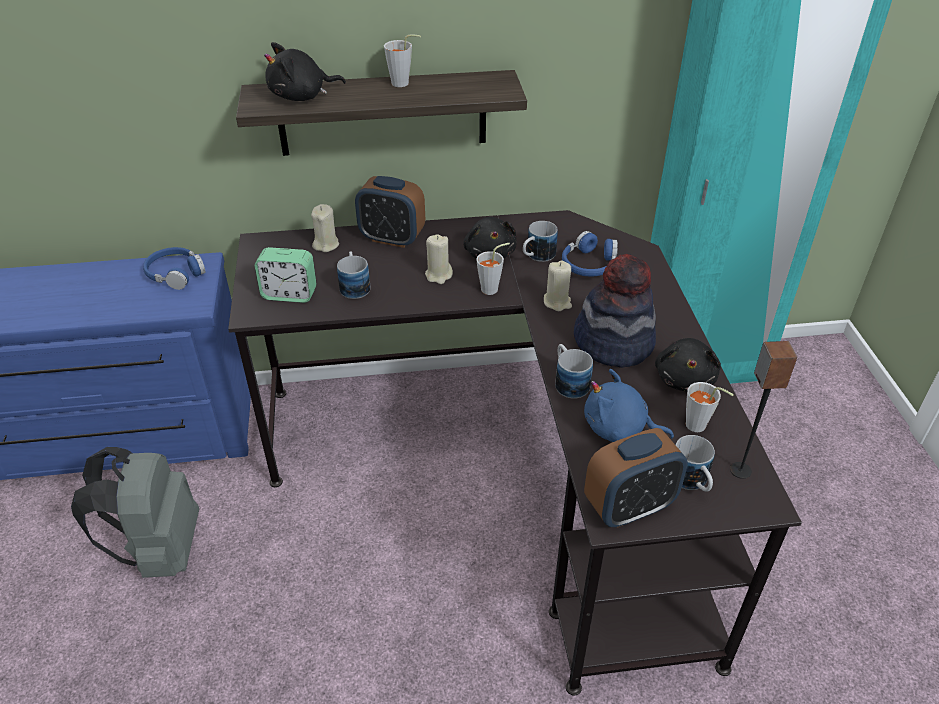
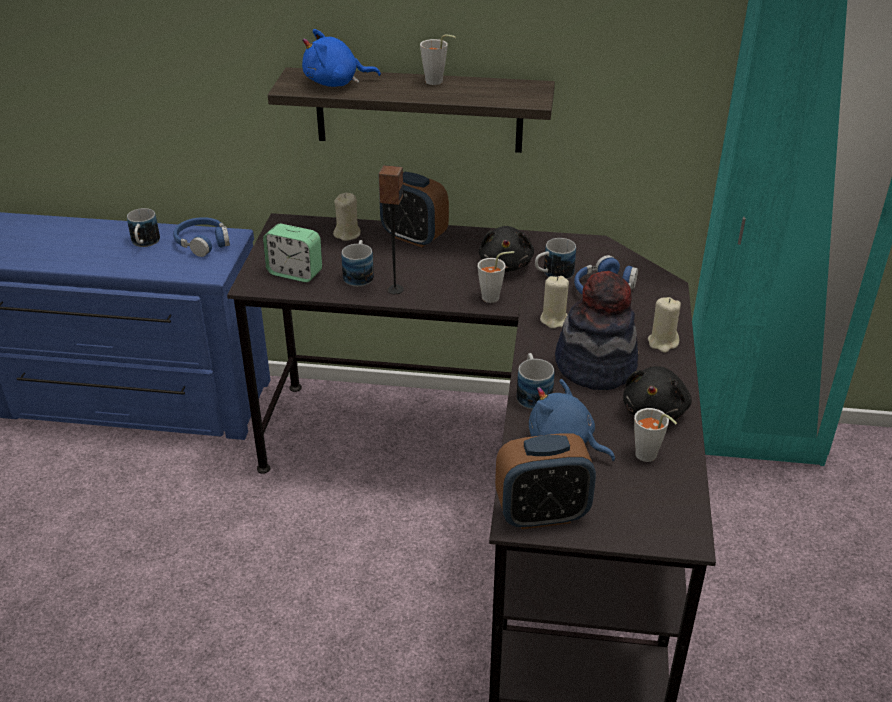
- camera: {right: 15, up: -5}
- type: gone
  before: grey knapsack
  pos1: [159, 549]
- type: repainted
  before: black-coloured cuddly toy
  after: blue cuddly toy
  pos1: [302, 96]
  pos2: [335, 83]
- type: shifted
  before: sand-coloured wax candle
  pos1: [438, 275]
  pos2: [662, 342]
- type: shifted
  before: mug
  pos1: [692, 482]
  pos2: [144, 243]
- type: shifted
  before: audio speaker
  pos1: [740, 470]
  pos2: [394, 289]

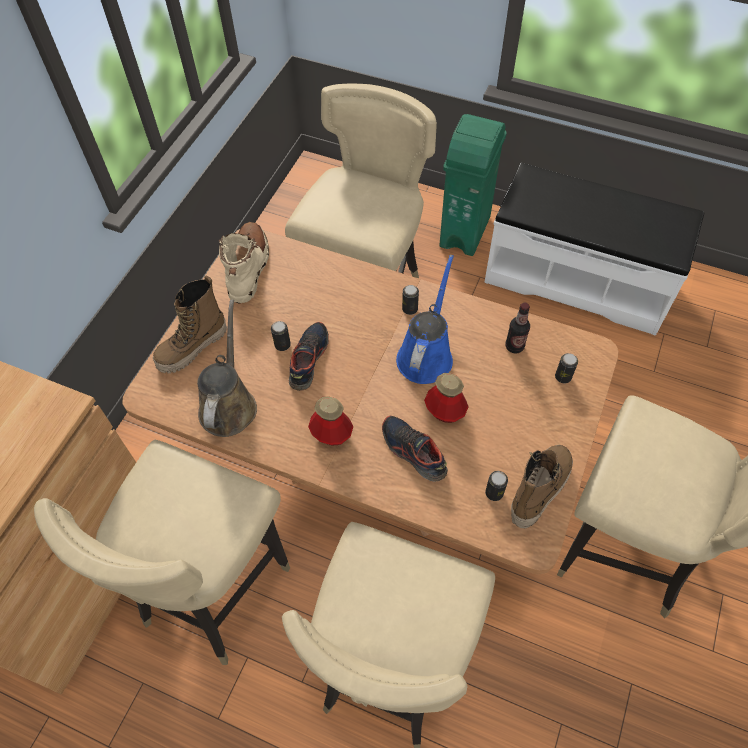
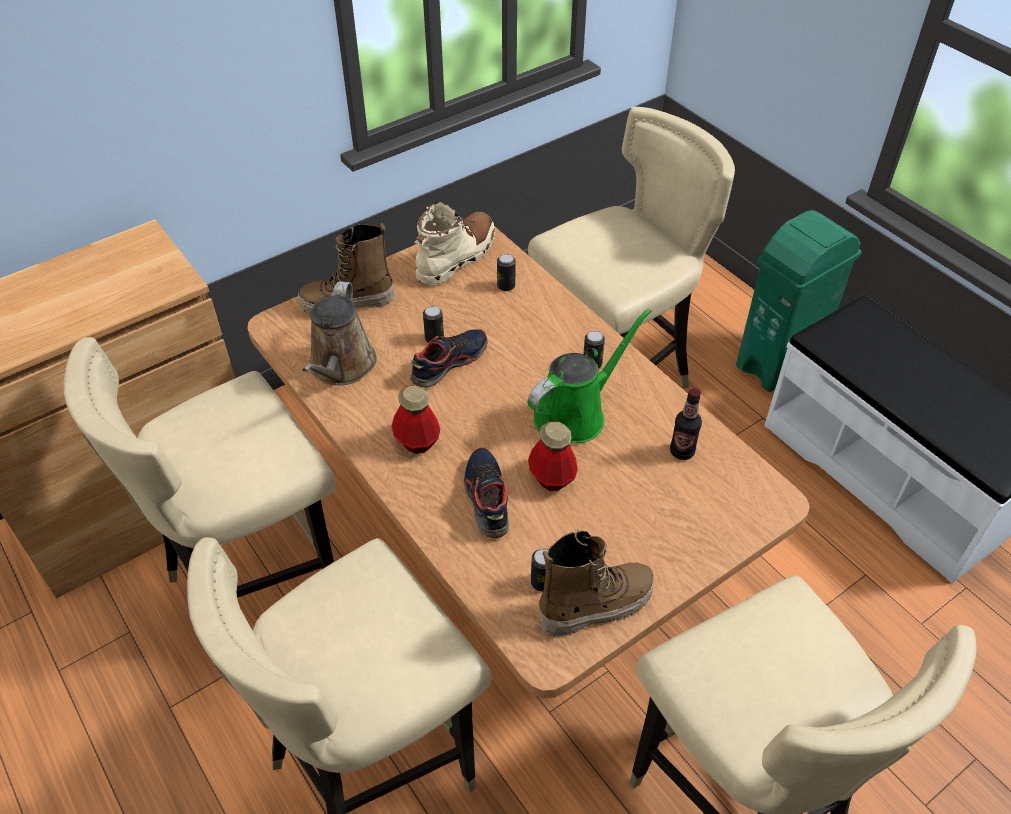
- camera: {right: 30, up: -10}
- type: rotated
  before: brownish sprinkling can
  pos1: [229, 404]
  pos2: [341, 367]
  turn: 150
- type: repainted
  before: blue sprinkling can
  after: greenish sprinkling can
  pos1: [426, 354]
  pos2: [575, 414]
- type: shifted
  before: metal can
  pos1: [563, 377]
  pos2: [506, 286]

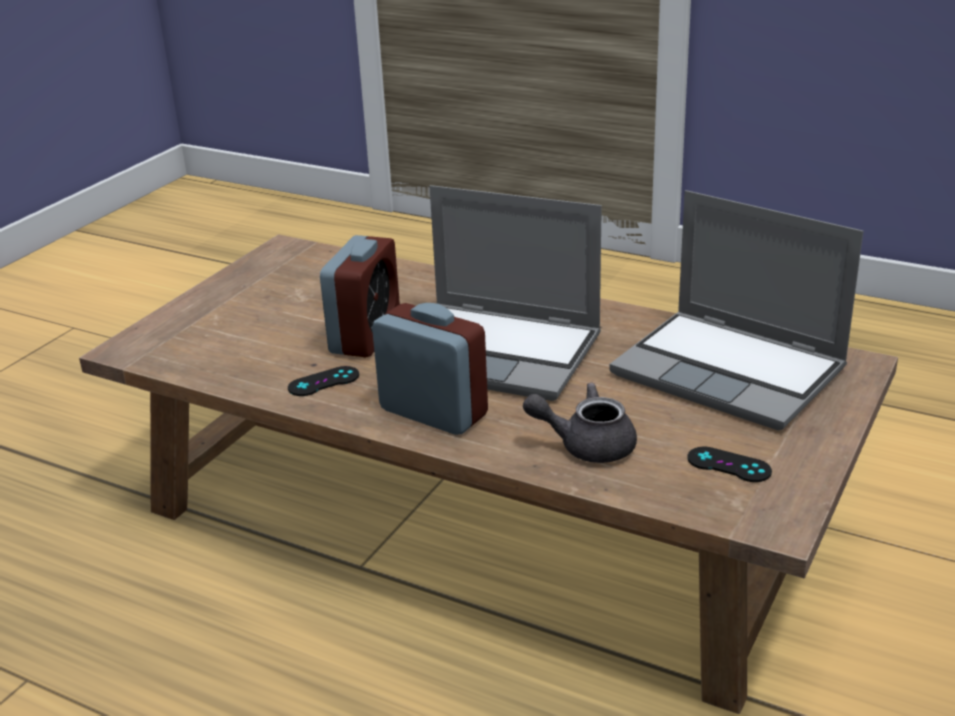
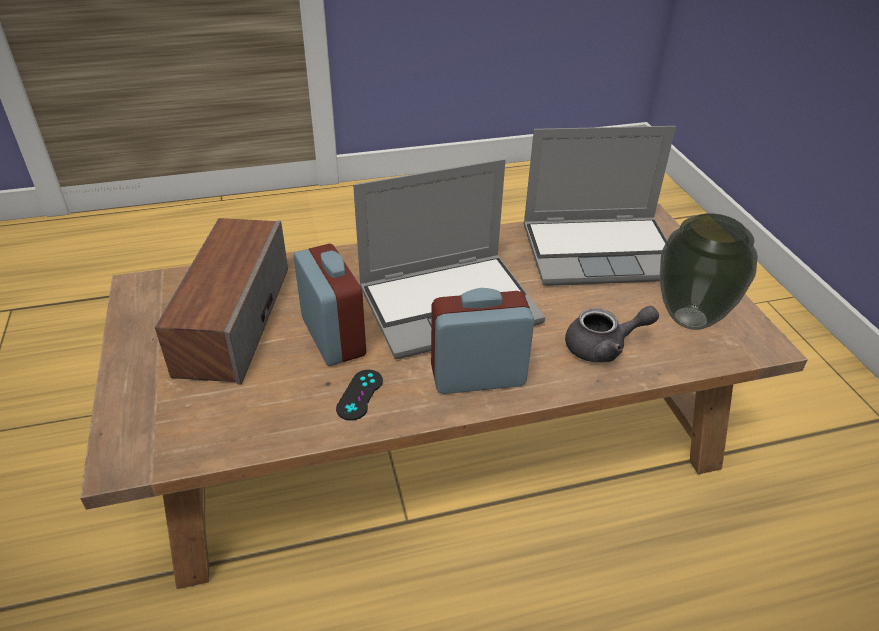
- camera: {right: -45, up: 10}
- type: rotated
  before: grey pot for tea
  pos1: [586, 445]
  pos2: [603, 347]
  turn: -150
- type: swapped
  before: black-coloured game controller
  after: flower vase
  pos1: [729, 465]
  pos2: [690, 318]
- type: new
  after: audio speaker
  pos2: [233, 319]

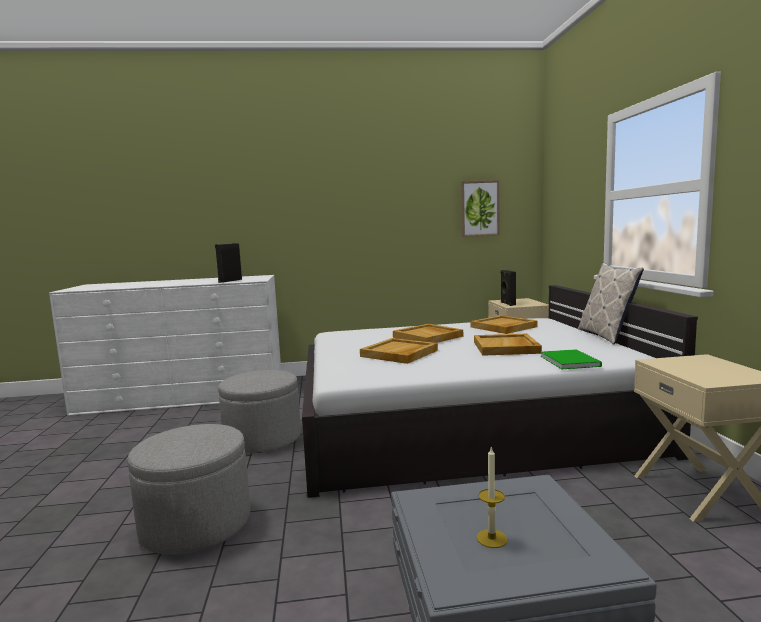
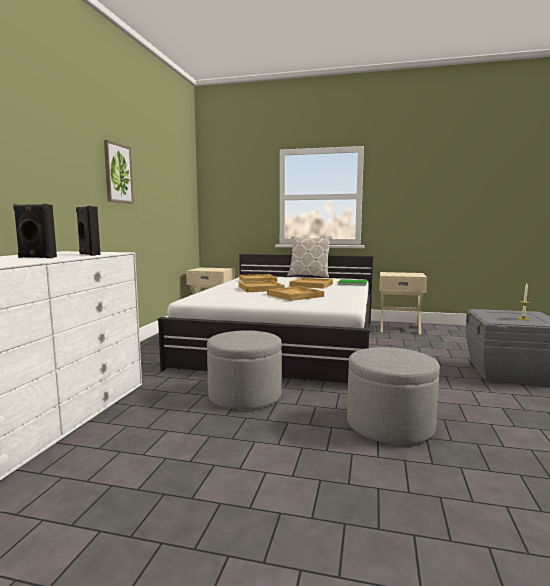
- camera: {right: -70, up: 0}
- type: shifted
  before: wall art
  pos1: [479, 208]
  pos2: [118, 173]
- type: shifted
  before: black-coloured audio speaker
  pos1: [507, 304]
  pos2: [36, 257]

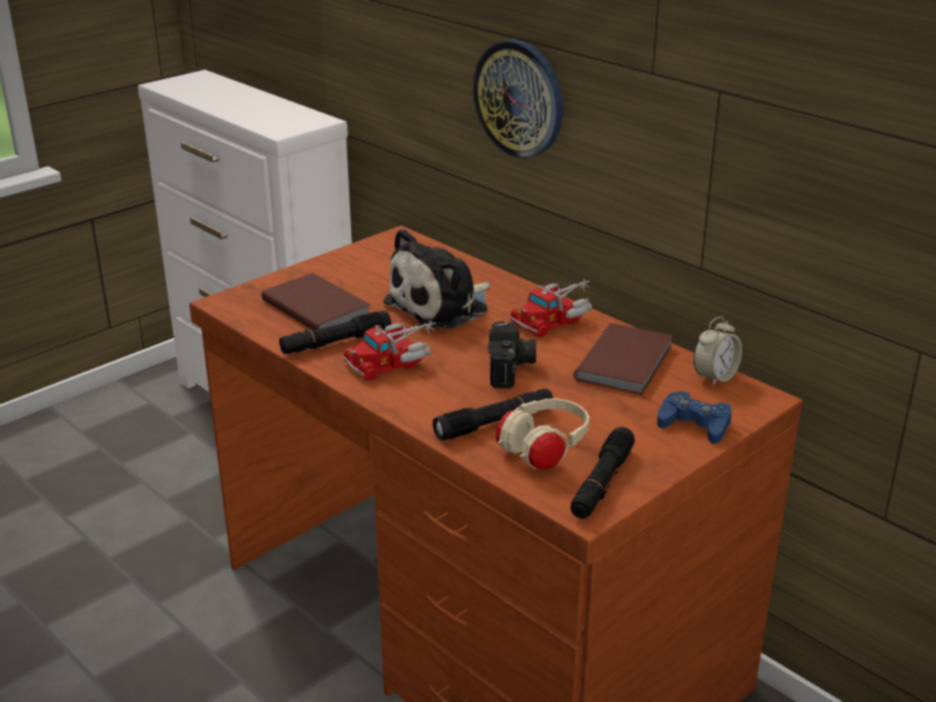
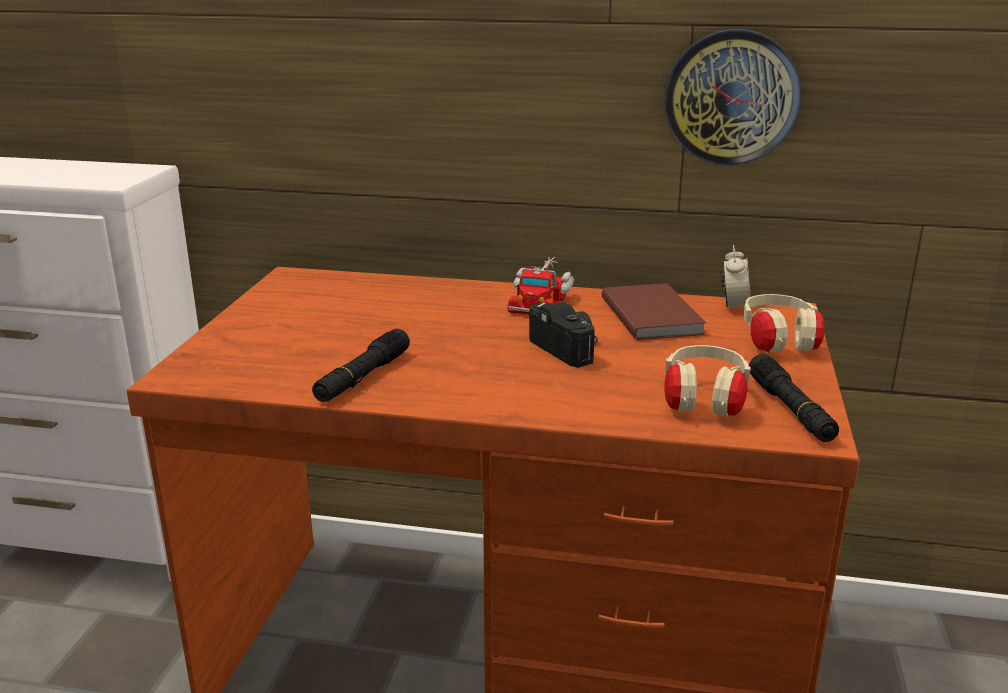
- camera: {right: -35, up: -5}
- type: gone
  before: brownish volume
  pos1: [317, 306]
- type: gone
  before: model truck
  pos1: [394, 360]
- type: gone
  before: cuddly toy
  pos1: [442, 306]
- type: gone
  before: black-coloured torch
  pos1: [494, 423]
- type: shifted
  before: clock on the wall
  pos1: [519, 98]
  pos2: [731, 97]
- type: swapped
  before: blue game controller
  after: sand-coloured headphones
  pos1: [694, 424]
  pos2: [778, 343]

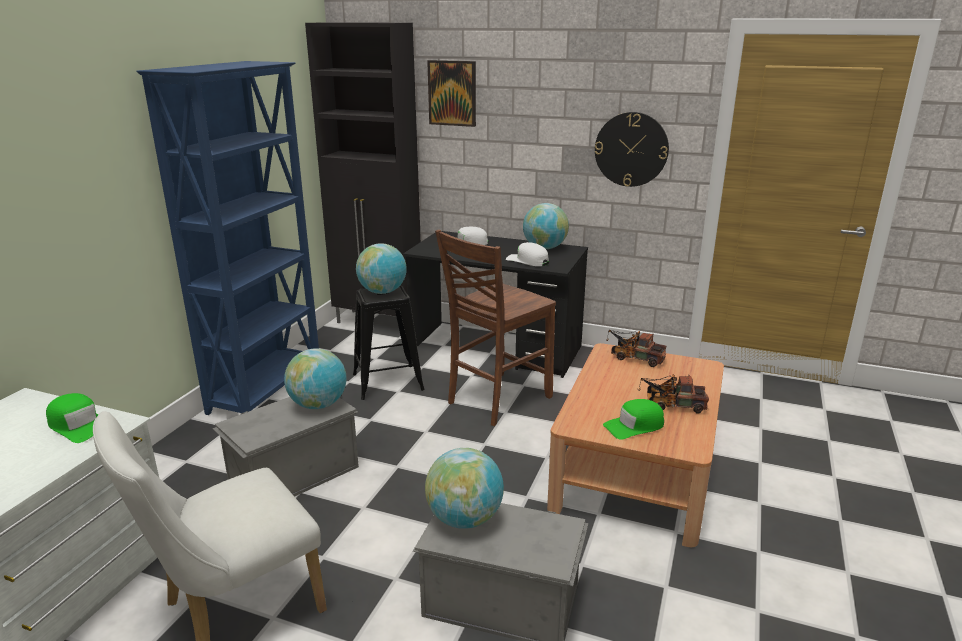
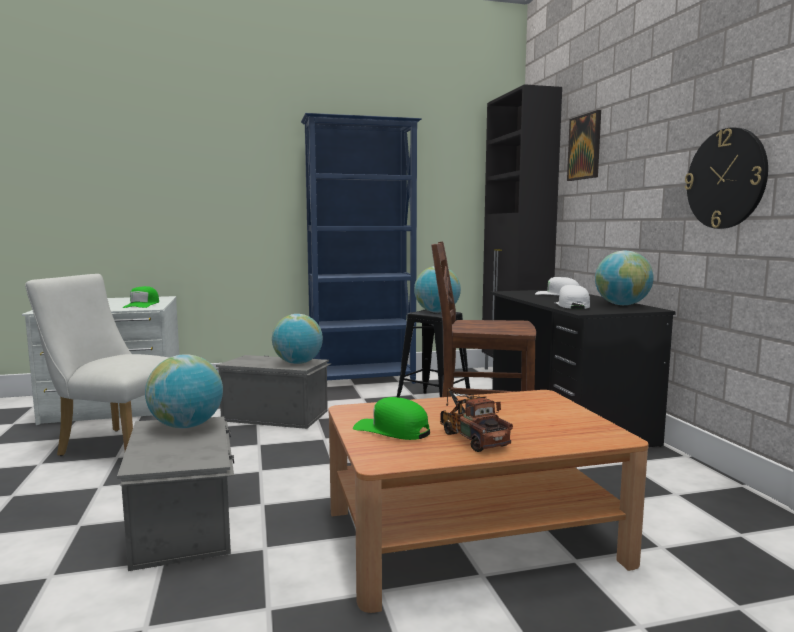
- camera: {right: 55, up: -15}
- type: gone
  before: model truck
  pos1: [634, 358]

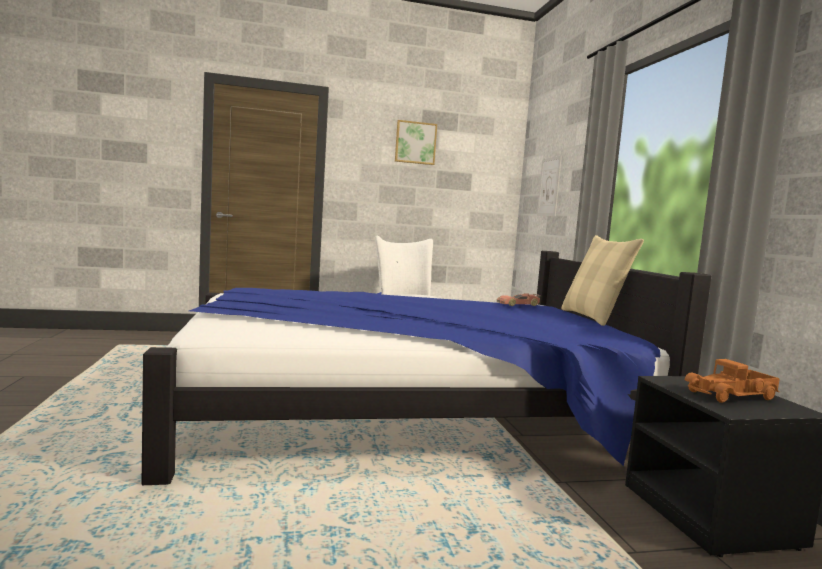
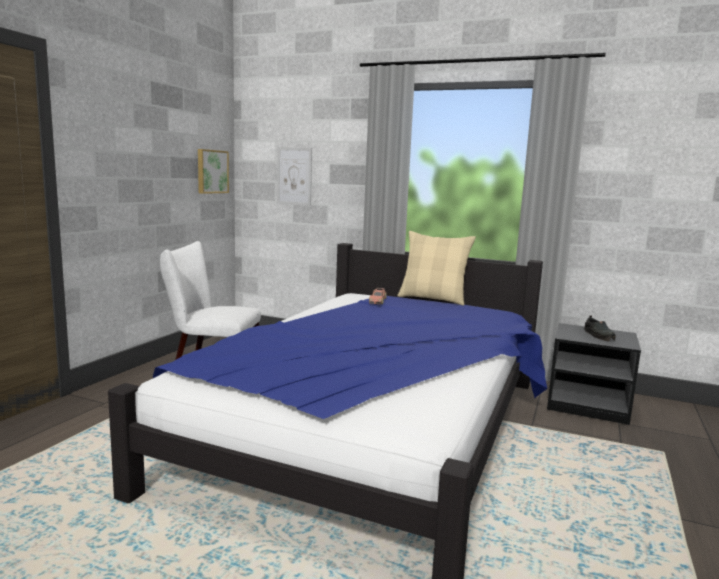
- camera: {right: -55, up: 5}
- type: shifted
  before: wall art
  pos1: [415, 143]
  pos2: [211, 171]
- type: swapped
  before: model truck
  after: black-coloured low shoe
  pos1: [732, 395]
  pos2: [599, 335]

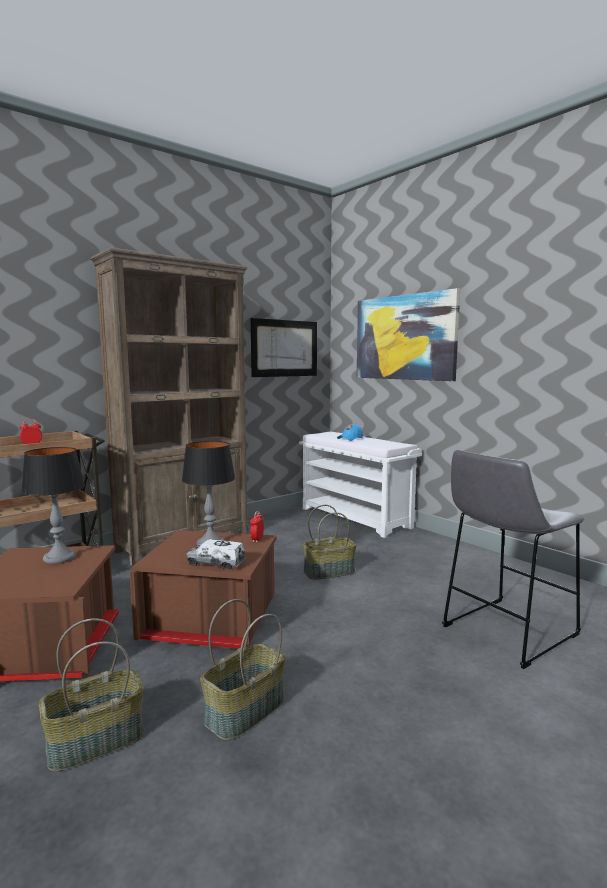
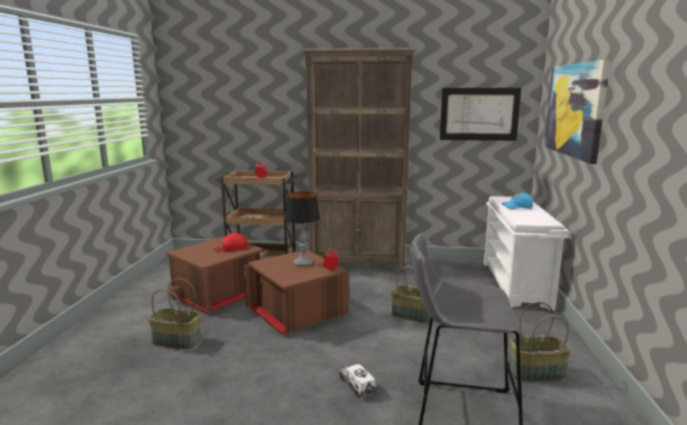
- camera: {right: 45, up: 5}
- type: swapped
  before: tabletop lamp
  after: red-coloured baseball cap
  pos1: [60, 558]
  pos2: [231, 247]
- type: shifted
  before: model truck
  pos1: [216, 563]
  pos2: [357, 386]
- type: shifted
  before: basket
  pos1: [245, 712]
  pos2: [536, 373]

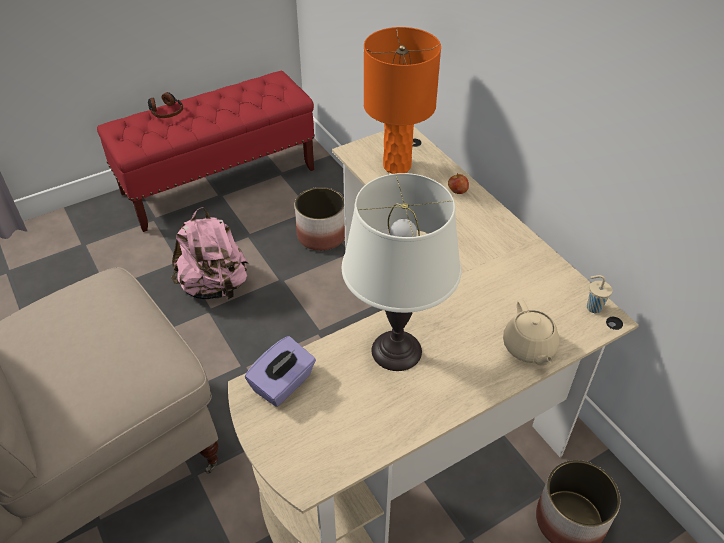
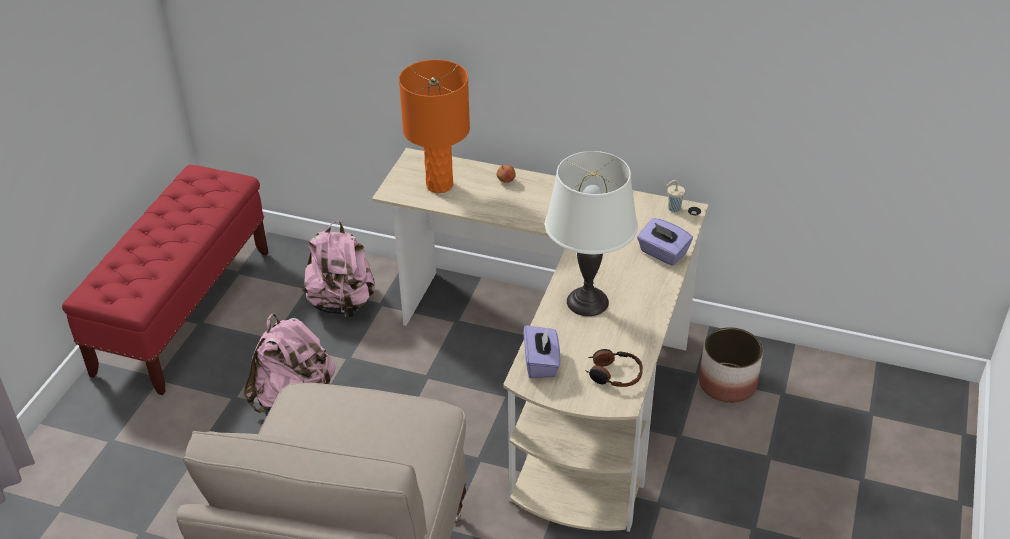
- camera: {right: -40, up: -5}
- type: shifted
  before: headphones
  pos1: [166, 111]
  pos2: [613, 374]
- type: swapped
  before: planter
  after: pinkish knapsack
  pos1: [322, 235]
  pos2: [342, 303]
- type: swapped
  before: sand-coloured pot for tea
  after: purple tissue box
  pos1: [529, 348]
  pos2: [662, 253]

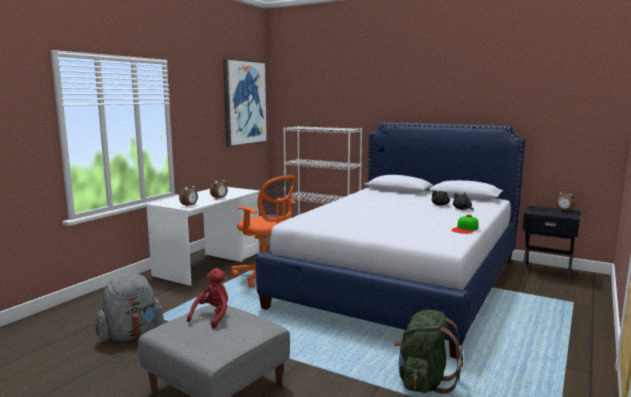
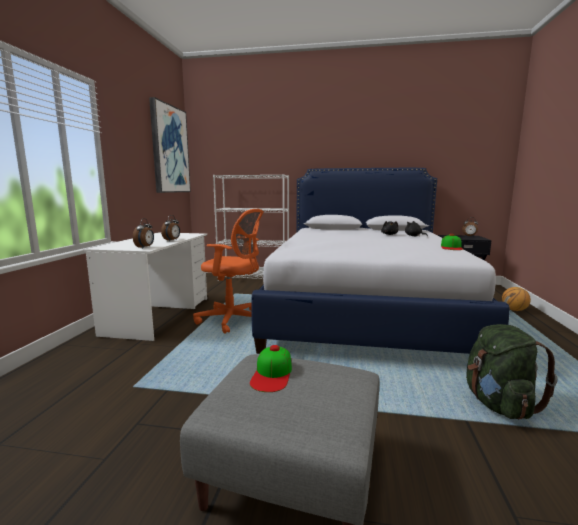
- camera: {right: -20, up: 0}
- type: gone
  before: grey knapsack
  pos1: [131, 334]
- type: swapped
  before: red-coloured cuddly toy
  after: baseball cap
  pos1: [212, 316]
  pos2: [272, 374]
- type: new
  after: basketball
  pos2: [514, 310]

